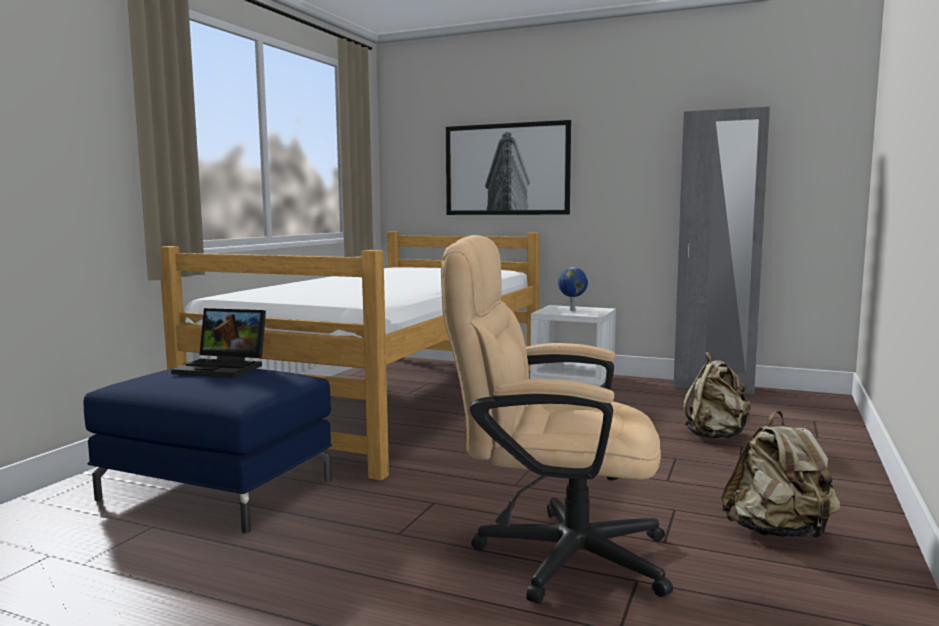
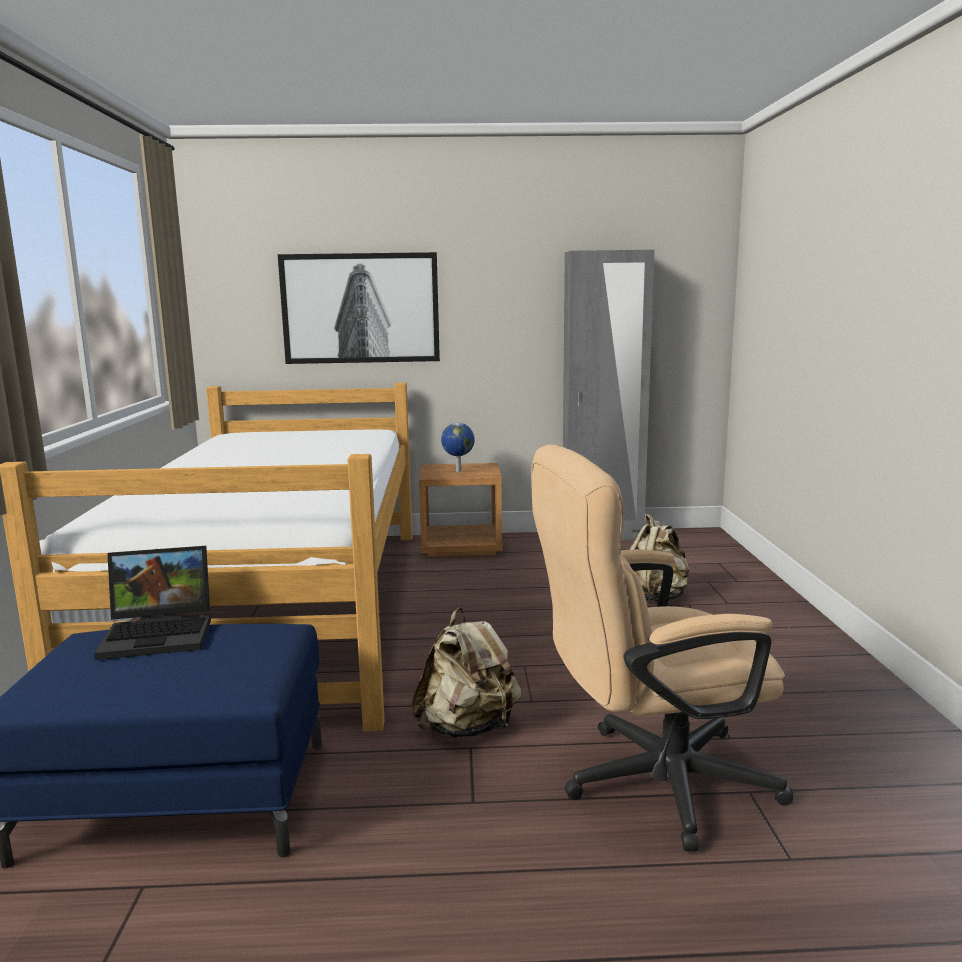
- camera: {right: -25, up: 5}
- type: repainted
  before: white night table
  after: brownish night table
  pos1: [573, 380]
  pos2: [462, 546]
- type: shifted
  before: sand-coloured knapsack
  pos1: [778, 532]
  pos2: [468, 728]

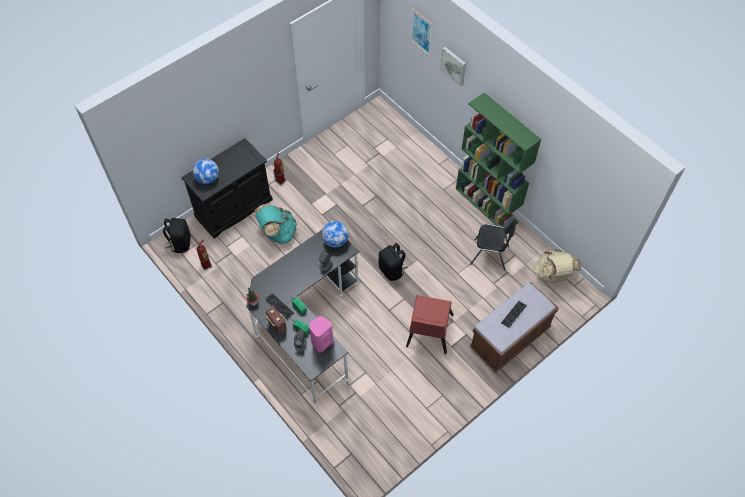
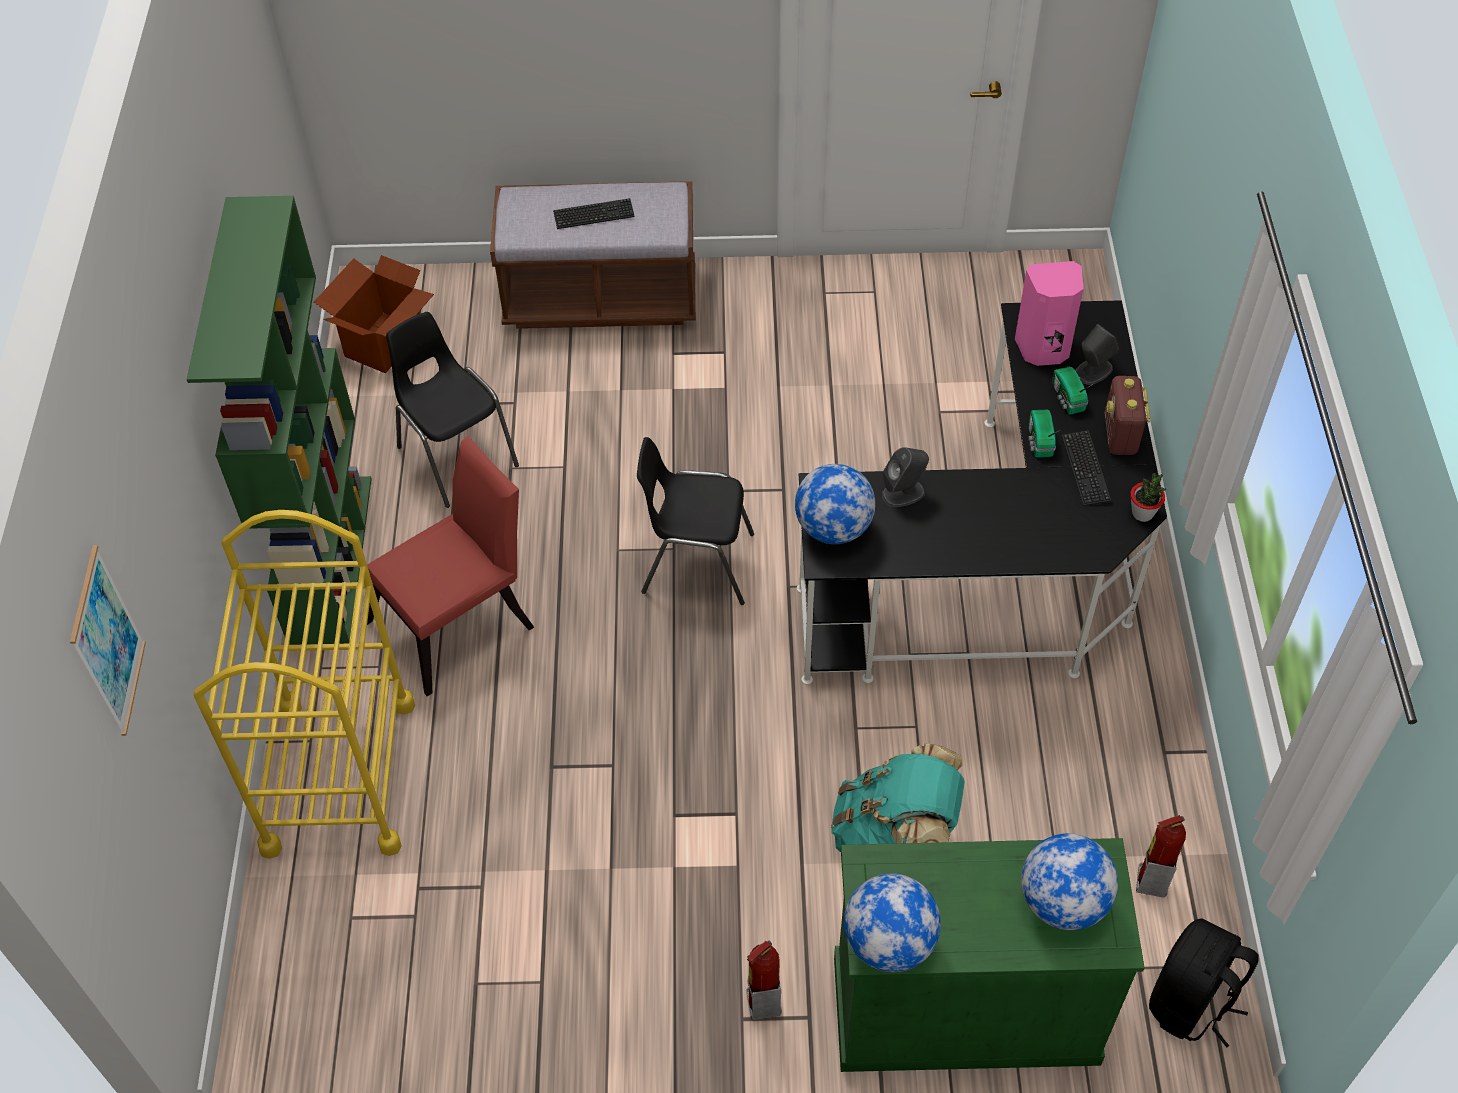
- camera: {right: -140, up: -5}
- type: repainted
  before: black-coloured cupboard
  after: greenish cupboard
  pos1: [234, 208]
  pos2: [964, 1008]
- type: swapped
  before: black-coloured knapsack
  after: black-coloured chair
  pos1: [392, 270]
  pos2: [696, 563]
- type: shifted
  before: red-coloured chair
  pos1: [428, 334]
  pos2: [460, 620]
- type: gone
  before: wall art
  pos1: [454, 65]
- type: swapped
  before: sand-coloured knapsack
  after: carton
  pos1: [552, 275]
  pos2: [385, 343]
- type: new
  after: yellowish trolley
  pos2: [339, 776]
- type: new
  after: desk globe
  pos2: [889, 942]

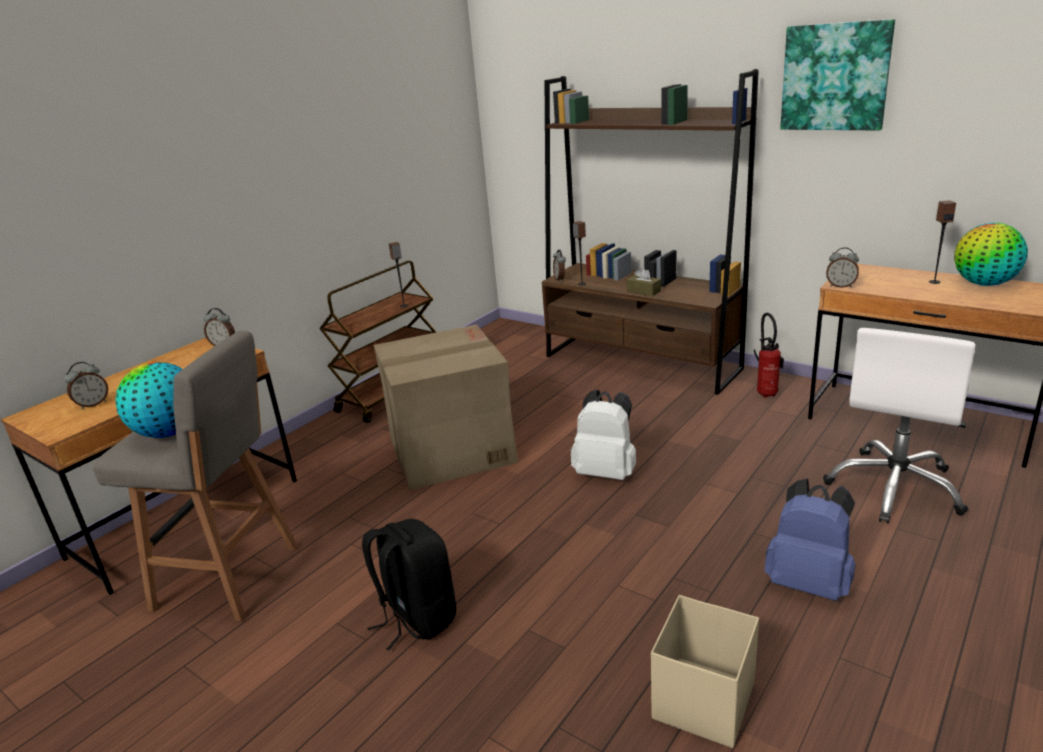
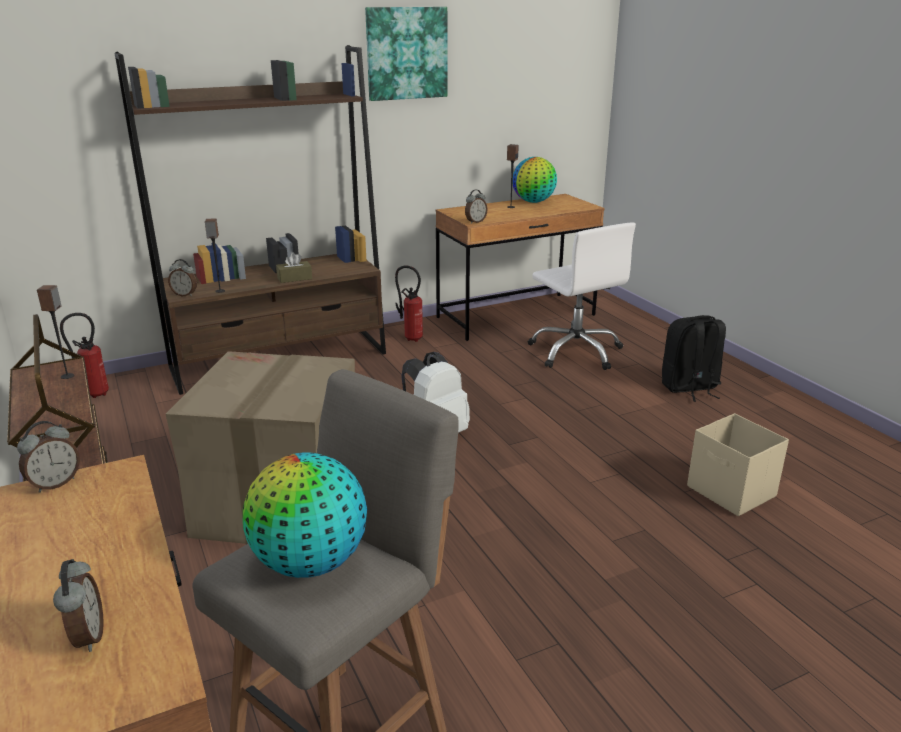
- camera: {right: -65, up: 0}
- type: shifted
  before: black-coloured knapsack
  pos1: [416, 618]
  pos2: [689, 388]
- type: gone
  before: blue knapsack
  pos1: [809, 582]
- type: new
  after: fire extinguisher
  pos2: [94, 395]

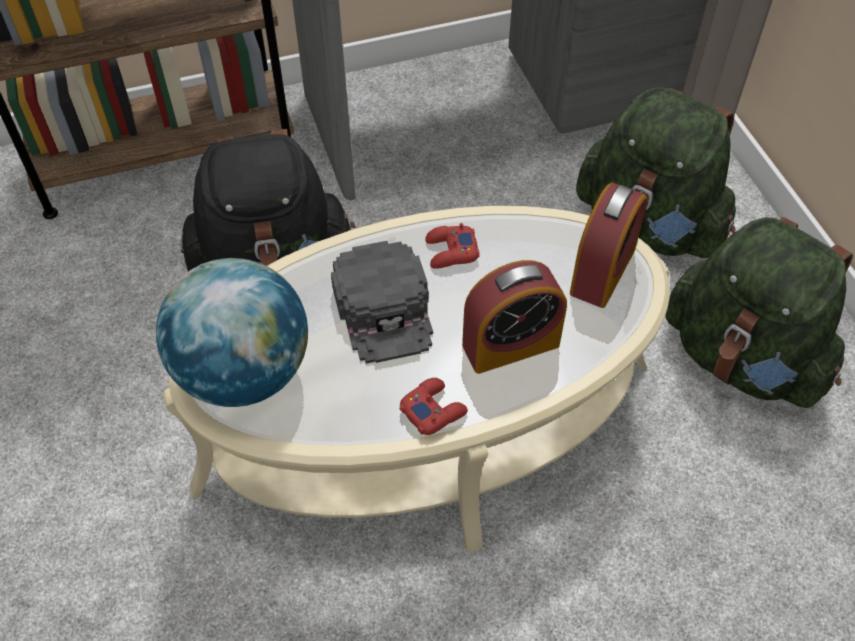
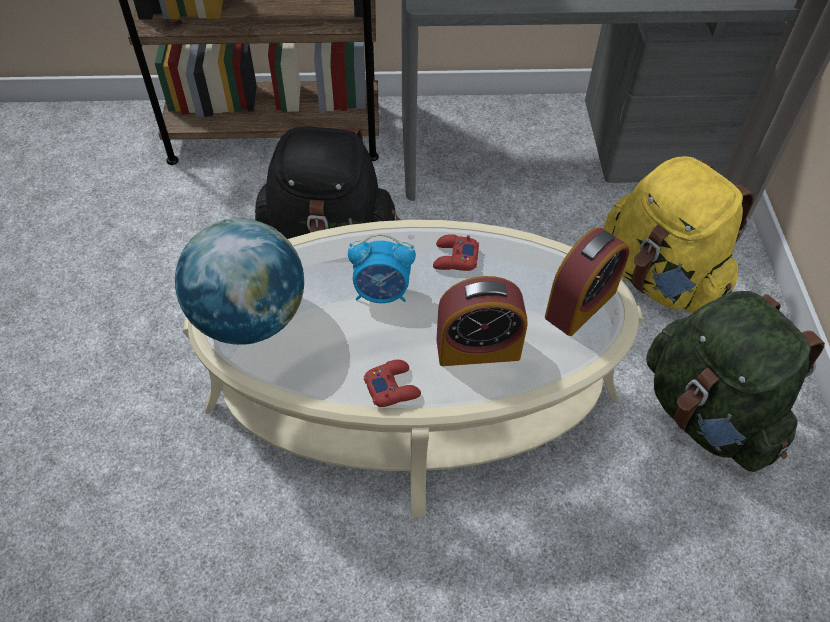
- camera: {right: 15, up: 0}
- type: swapped
  before: black-coloured baseball cap
  after: table clock
  pos1: [384, 309]
  pos2: [382, 293]
- type: repainted
  before: greenish knapsack
  after: yellowish knapsack
  pos1: [649, 226]
  pos2: [660, 278]

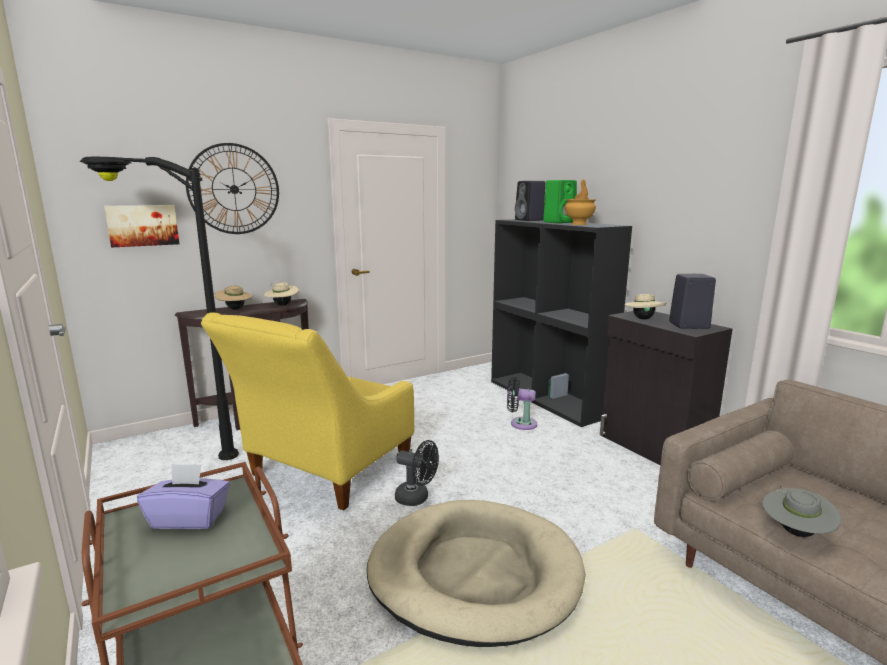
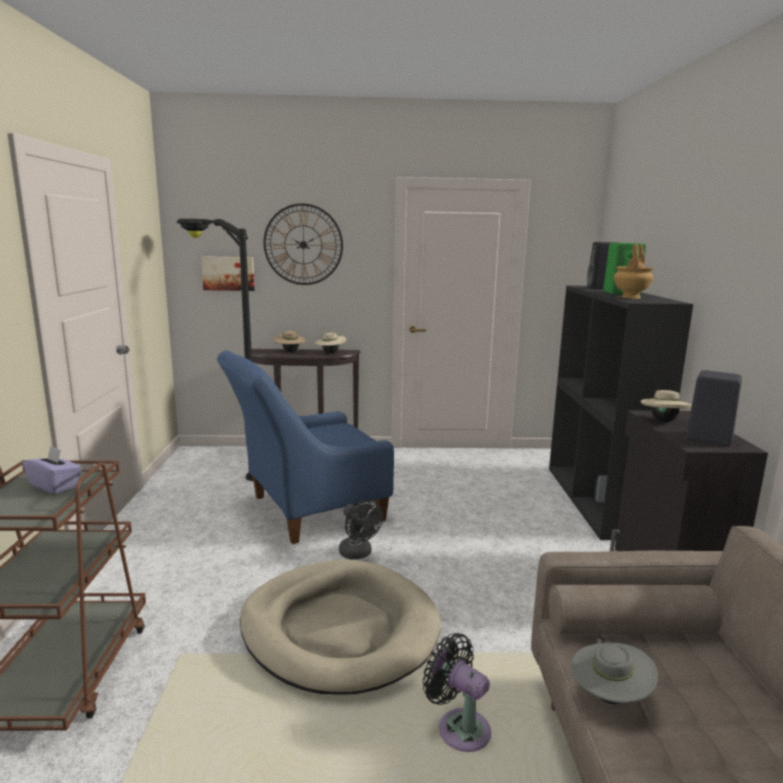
- camera: {right: 30, up: 0}
- type: repainted
  before: yellowish armchair
  after: blue armchair
  pos1: [323, 473]
  pos2: [307, 510]
- type: shifted
  before: black-coloured electric fan
  pos1: [520, 423]
  pos2: [459, 727]

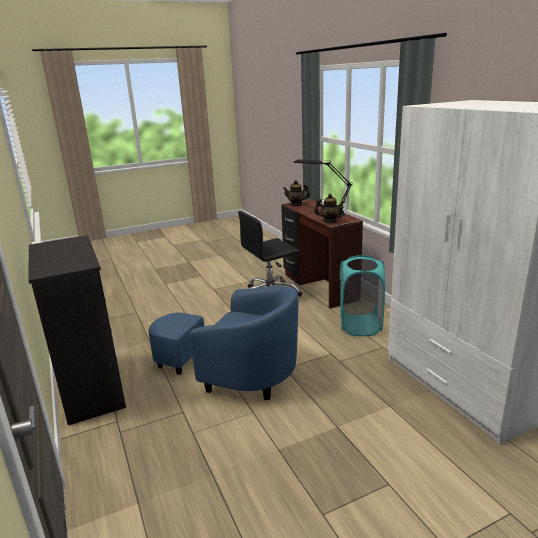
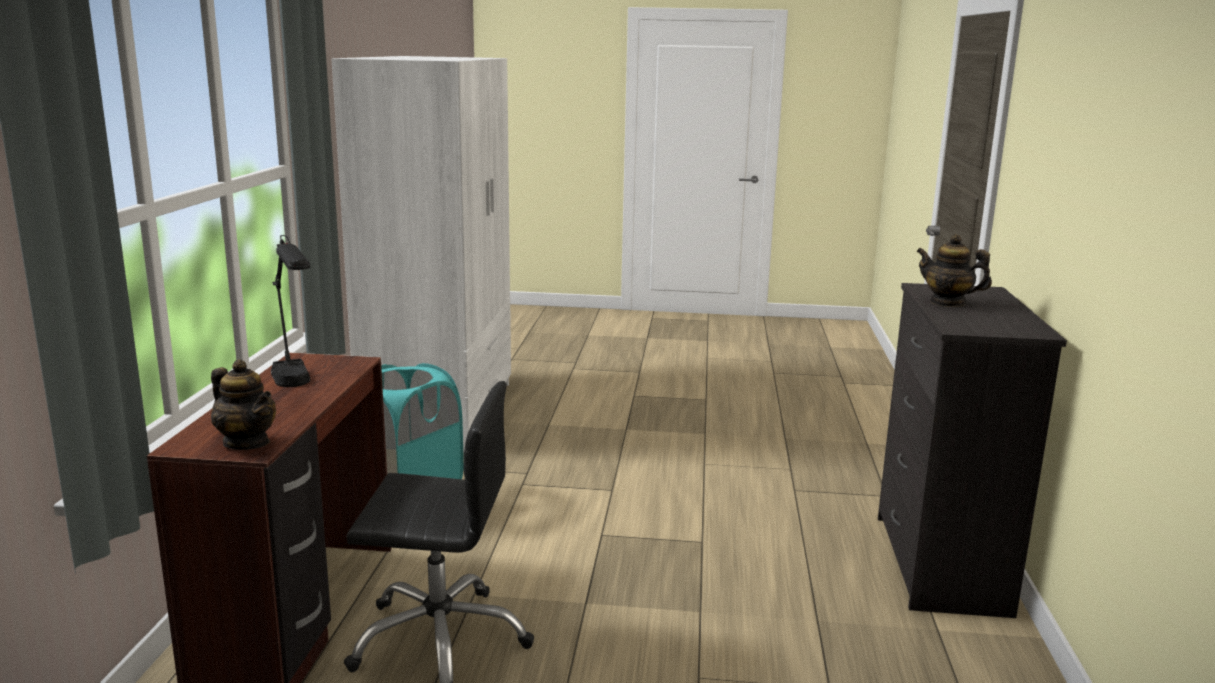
- camera: {right: -150, up: -5}
- type: gone
  before: blue armchair
  pos1: [234, 372]
- type: shifted
  before: pot for tea
  pos1: [329, 221]
  pos2: [948, 302]

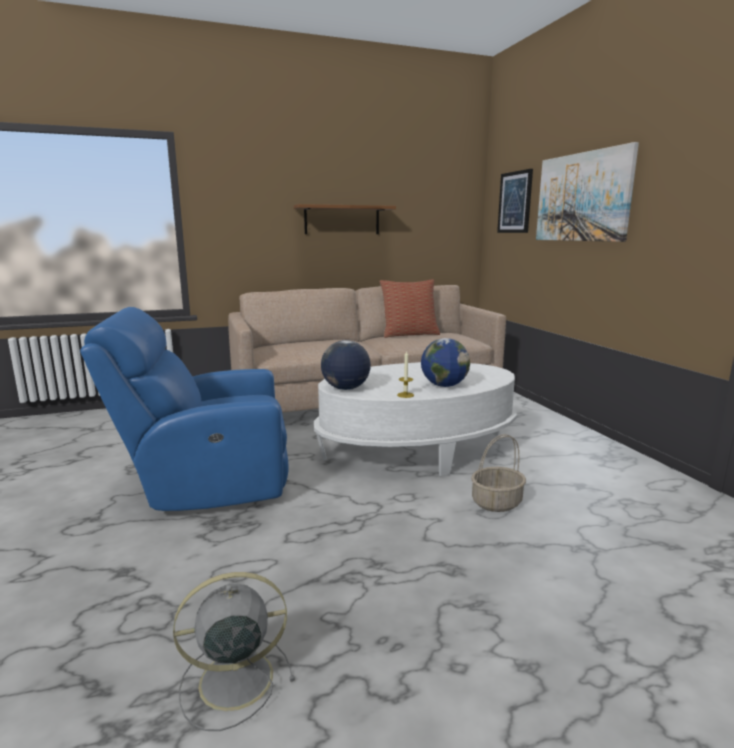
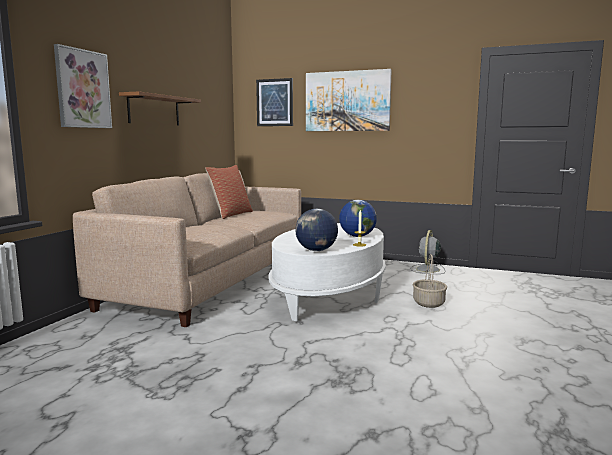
- camera: {right: -50, up: -5}
- type: gone
  before: blue armchair
  pos1: [207, 483]
- type: shifted
  before: grey electric fan
  pos1: [232, 680]
  pos2: [427, 269]
- type: new
  after: wall art
  pos2: [83, 89]

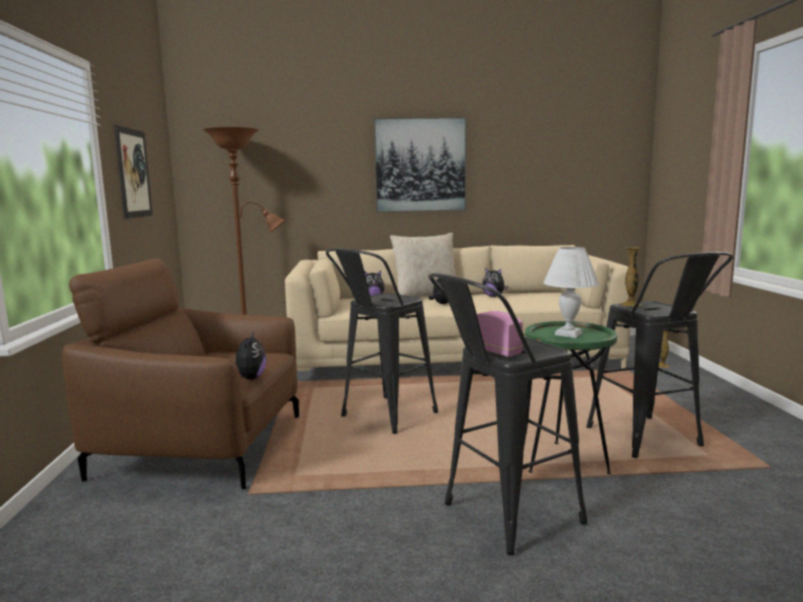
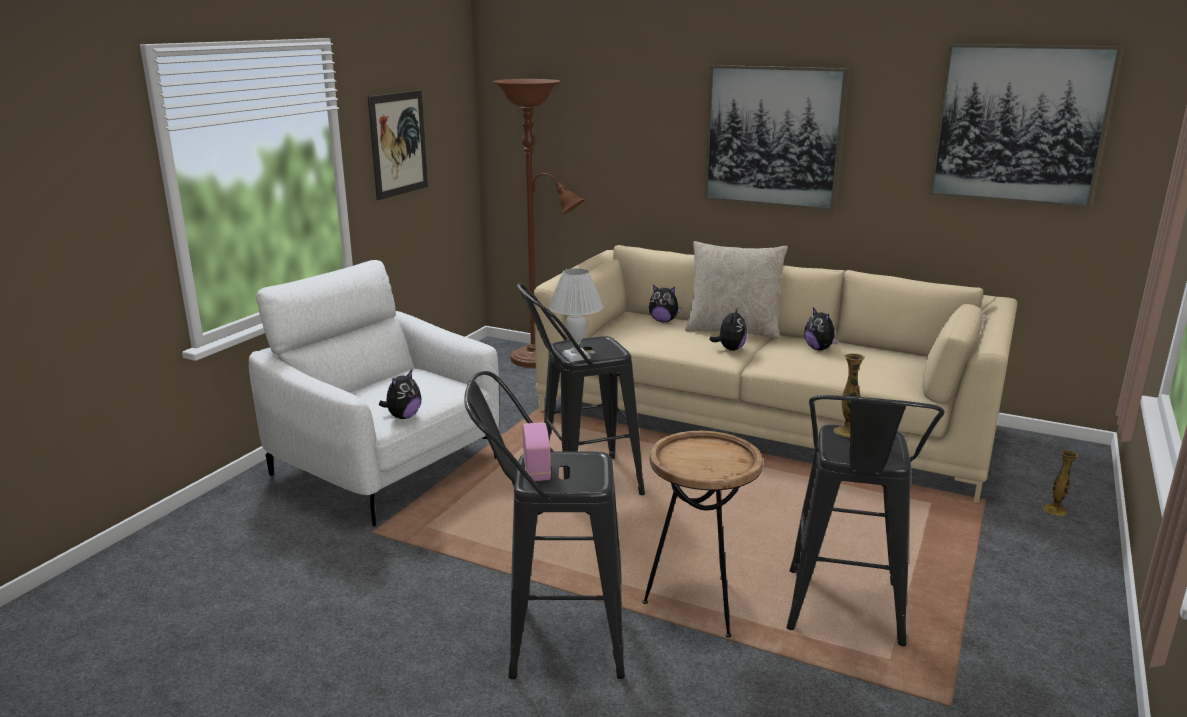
- camera: {right: 30, up: 10}
- type: repainted
  before: brownish armchair
  after: white armchair
  pos1: [203, 445]
  pos2: [387, 467]
- type: repainted
  before: greenish side table
  after: brownish side table
  pos1: [565, 463]
  pos2: [698, 606]
- type: shifted
  before: white tabletop lamp
  pos1: [569, 334]
  pos2: [577, 357]
- type: new
  after: wall art
  pos2: [1019, 124]

